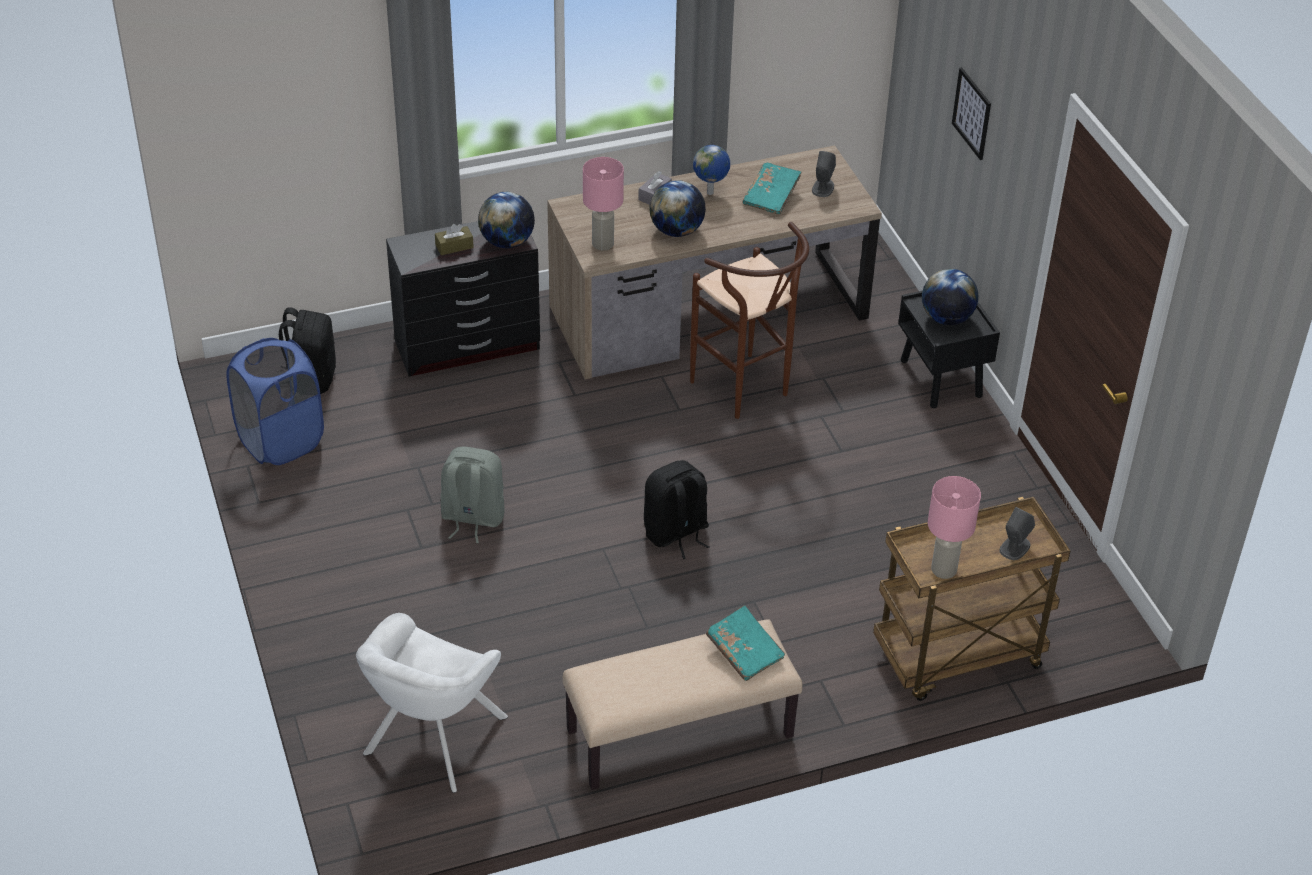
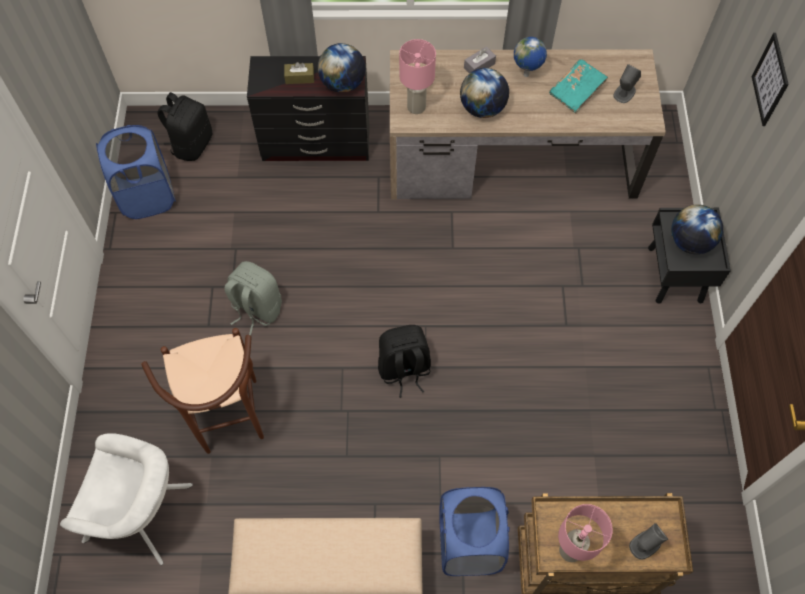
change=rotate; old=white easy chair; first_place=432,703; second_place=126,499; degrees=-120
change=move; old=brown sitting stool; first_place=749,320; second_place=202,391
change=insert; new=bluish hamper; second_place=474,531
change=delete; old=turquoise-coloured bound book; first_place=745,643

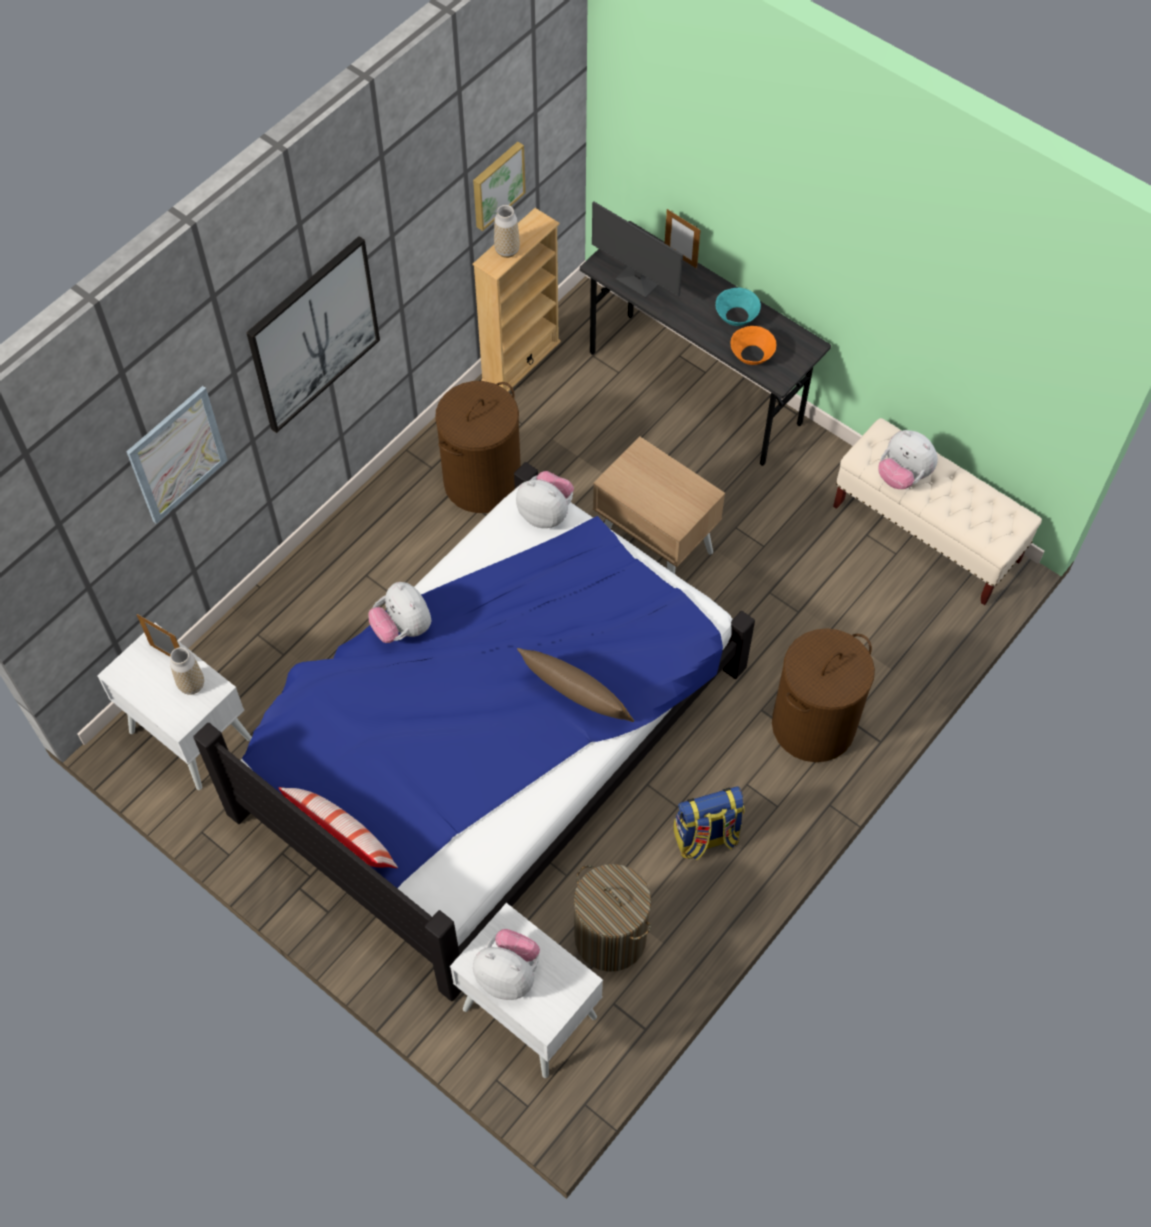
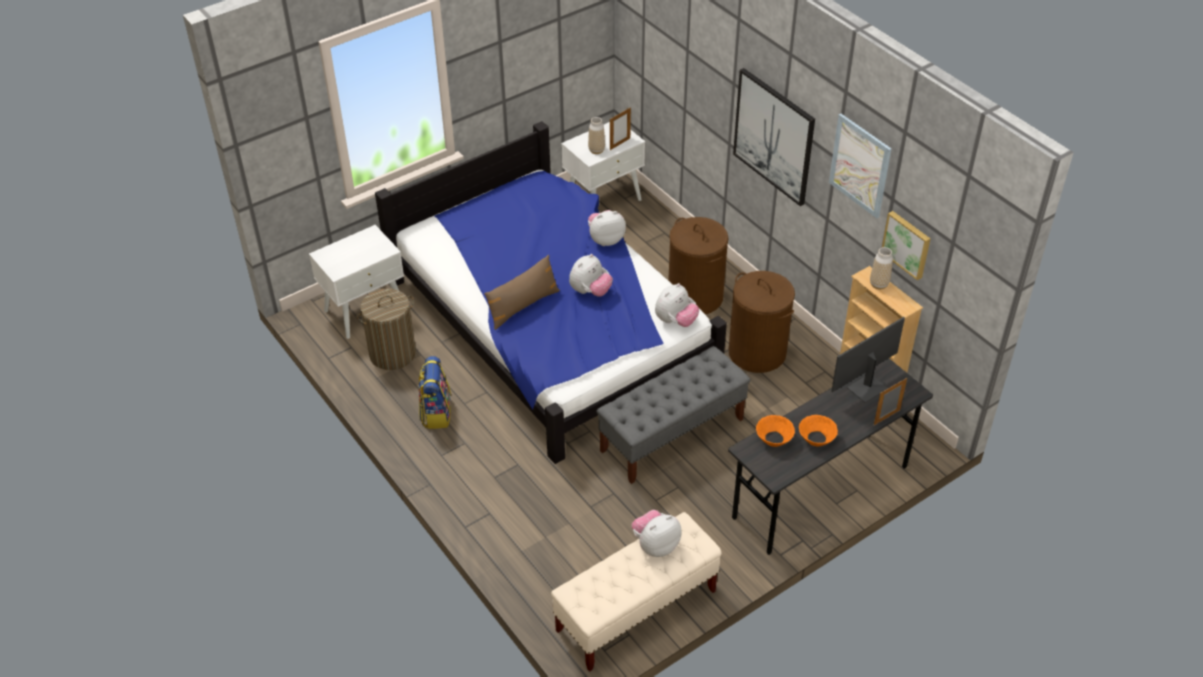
change=move; old=plush toy; first_place=506,964; second_place=591,275
change=replace; old=sand-coloured nightstand; new=gray indoor bench; first_place=659,505; second_place=673,415
change=move; old=brown hamper; first_place=823,695; second_place=698,266
change=recolor; old=turquoise-coloured deep dish; new=orange deep dish; first_place=738,307; second_place=818,430
change=move; old=wall art; first_place=177,455; second_place=860,166
change=delete; old=throw pillow; first_place=338,827

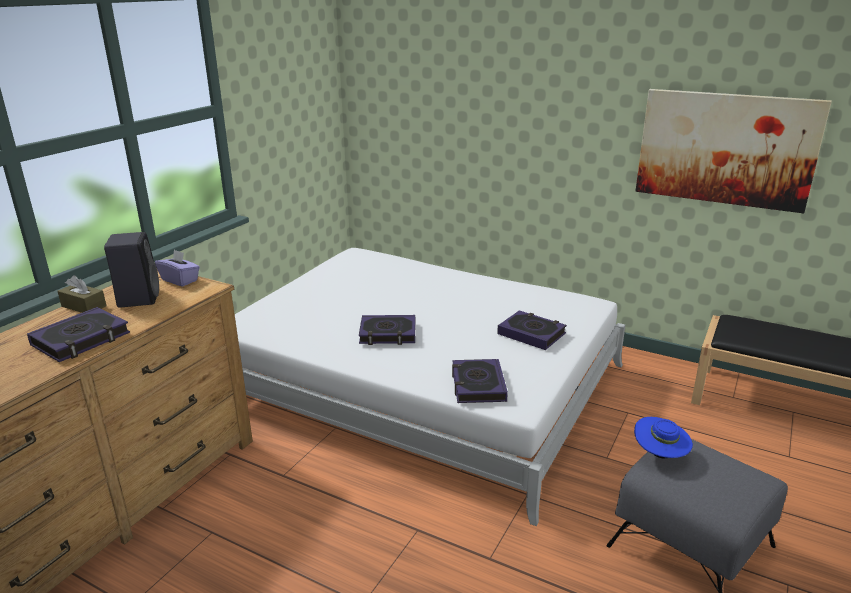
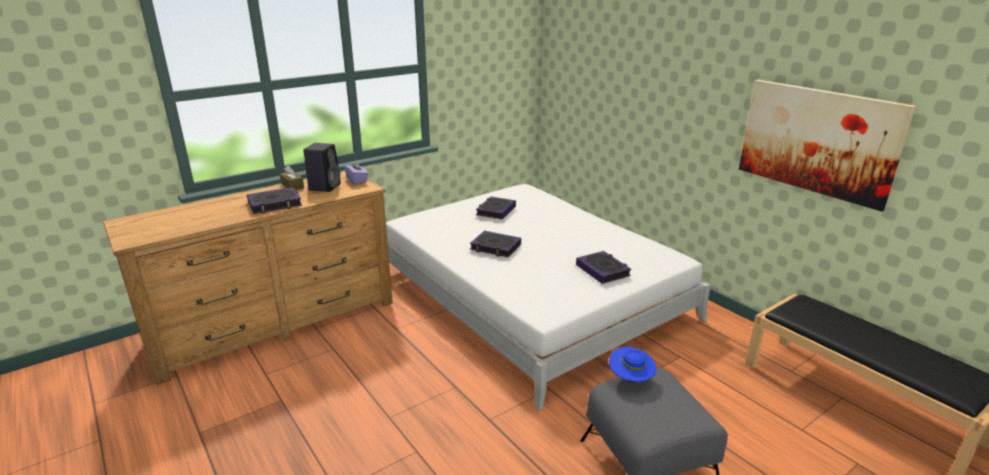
change=move; old=bound book; first_place=480,381; second_place=496,208

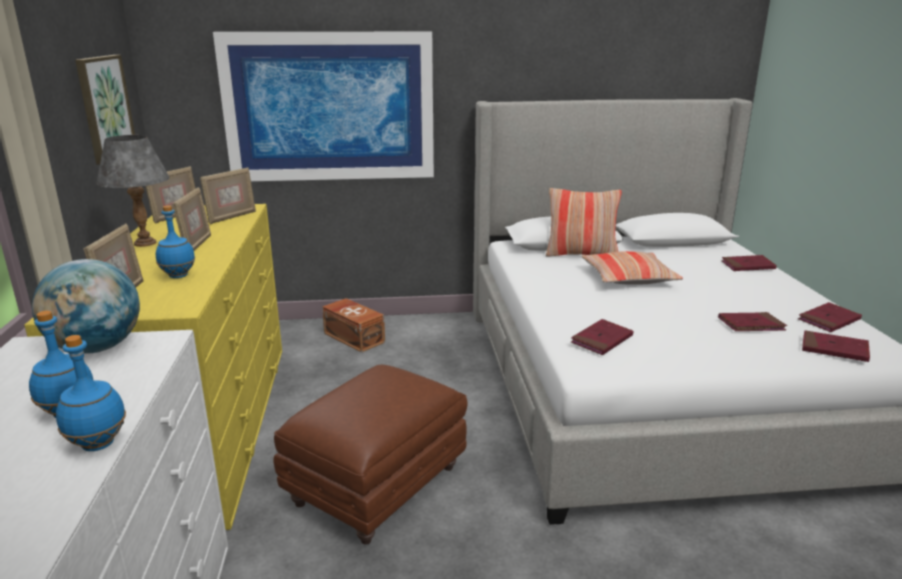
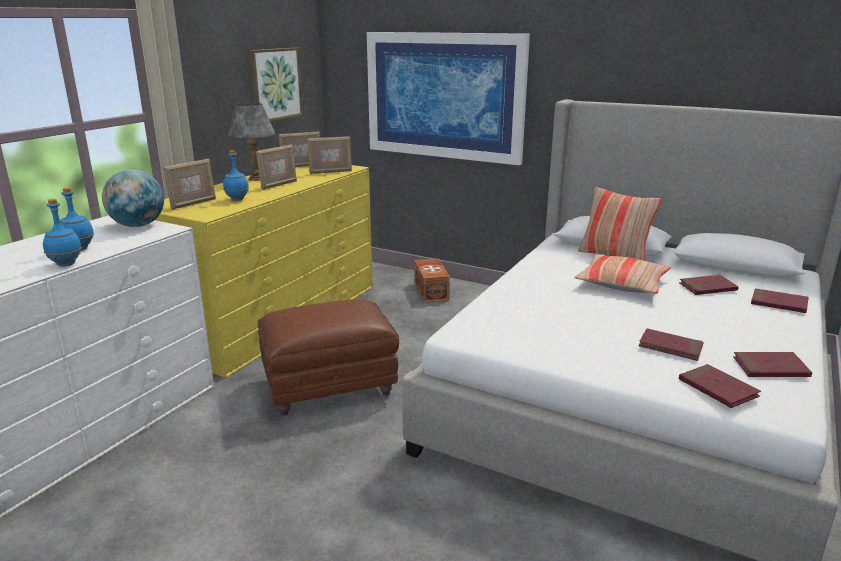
change=move; old=red bound book; first_place=602,337; second_place=709,285

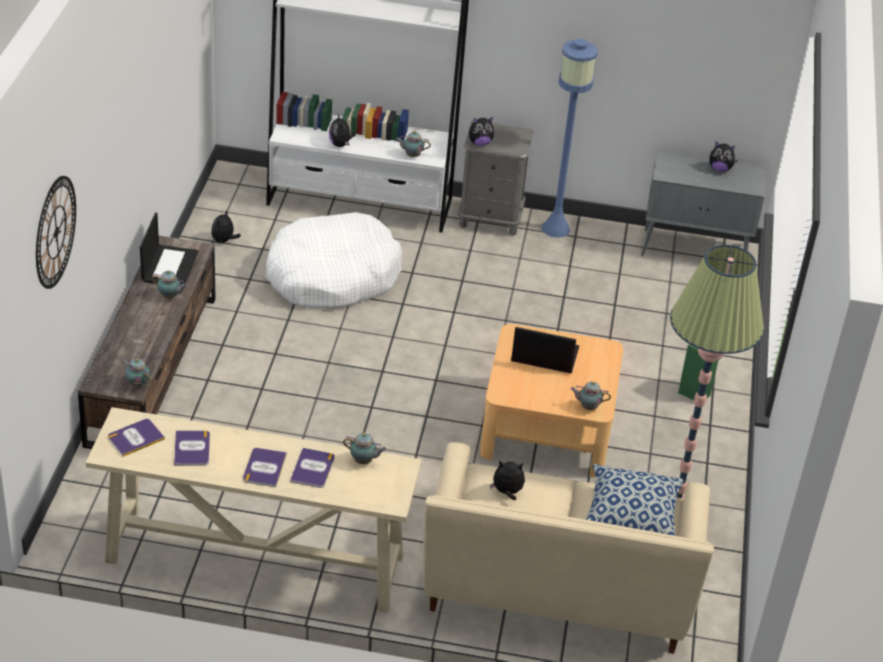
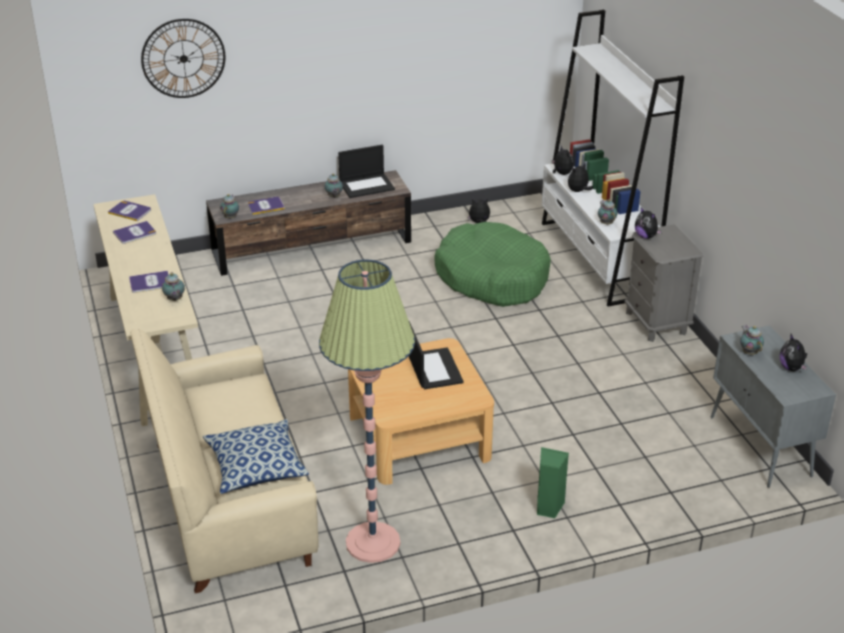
change=move; old=bound book; first_place=265,467; second_place=266,206
change=recolor; old=white dog cushion; new=green dog cushion; first_place=334,260; second_place=492,264
change=move; old=plush toy; first_place=507,480; second_place=562,160
change=move; old=tea pot; first_place=591,395; second_place=752,340
change=delete; old=bluish standing lamp; first_place=570,138

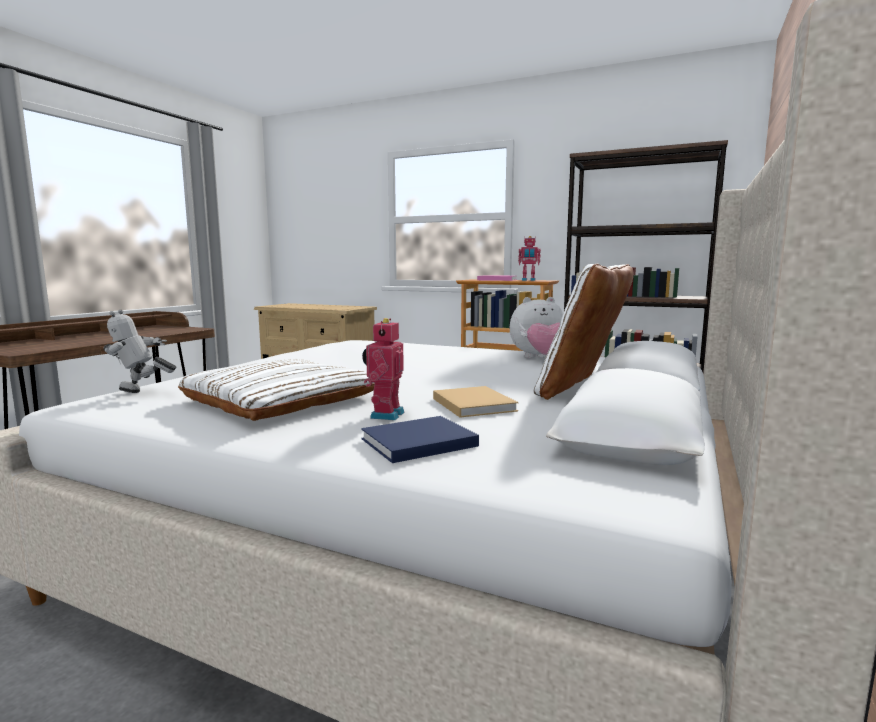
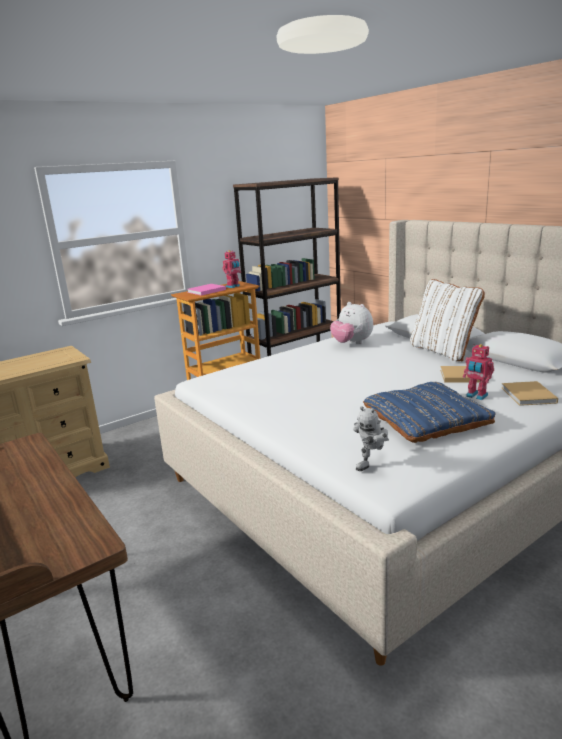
change=rotate; old=plush toy; first_place=536,327; second_place=351,323; degrees=120
change=recolor; old=white throw pillow; new=bluish throw pillow; first_place=276,390; second_place=429,412
change=recolor; old=bluish bound book; new=sand-coloured bound book; first_place=420,439; second_place=530,393

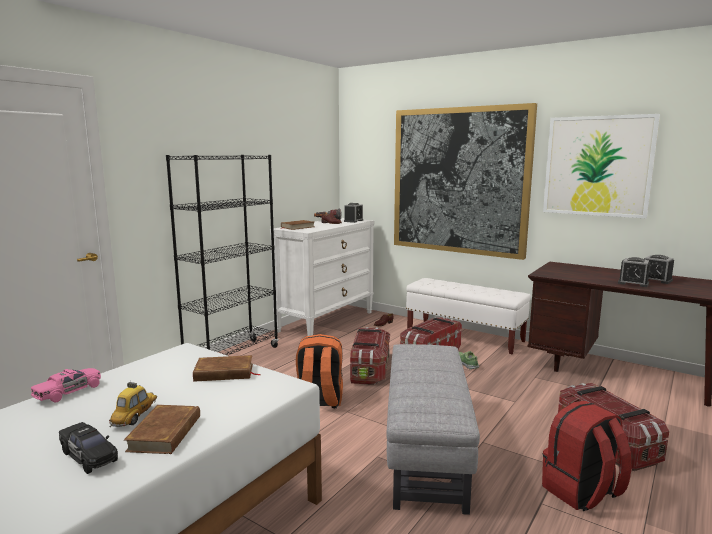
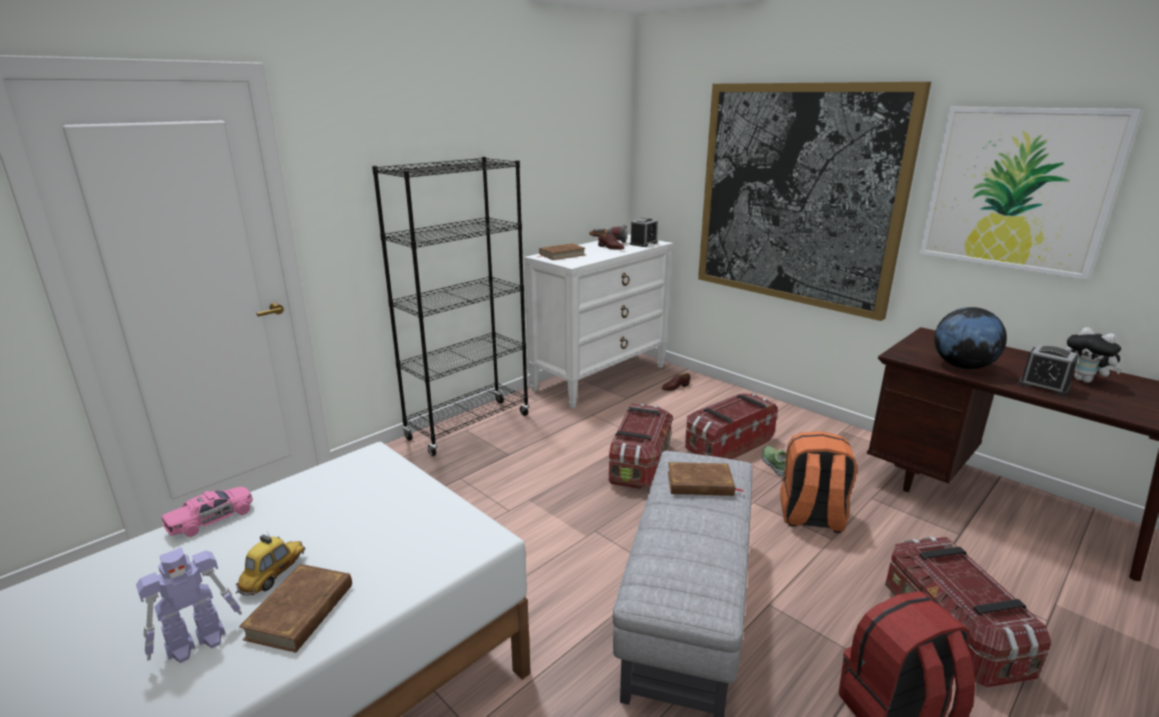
change=replace; old=black model car; new=robot figure; first_place=88,448; second_place=189,605
change=move; old=brown bound book; first_place=226,368; second_place=706,479
change=move; old=orange rucksack; first_place=319,371; second_place=818,482
change=insert; new=globe; second_place=970,338
change=replace; old=alarm clock; new=plush toy; first_place=659,269; second_place=1094,355
change=delete; old=white indoor bench; first_place=468,316

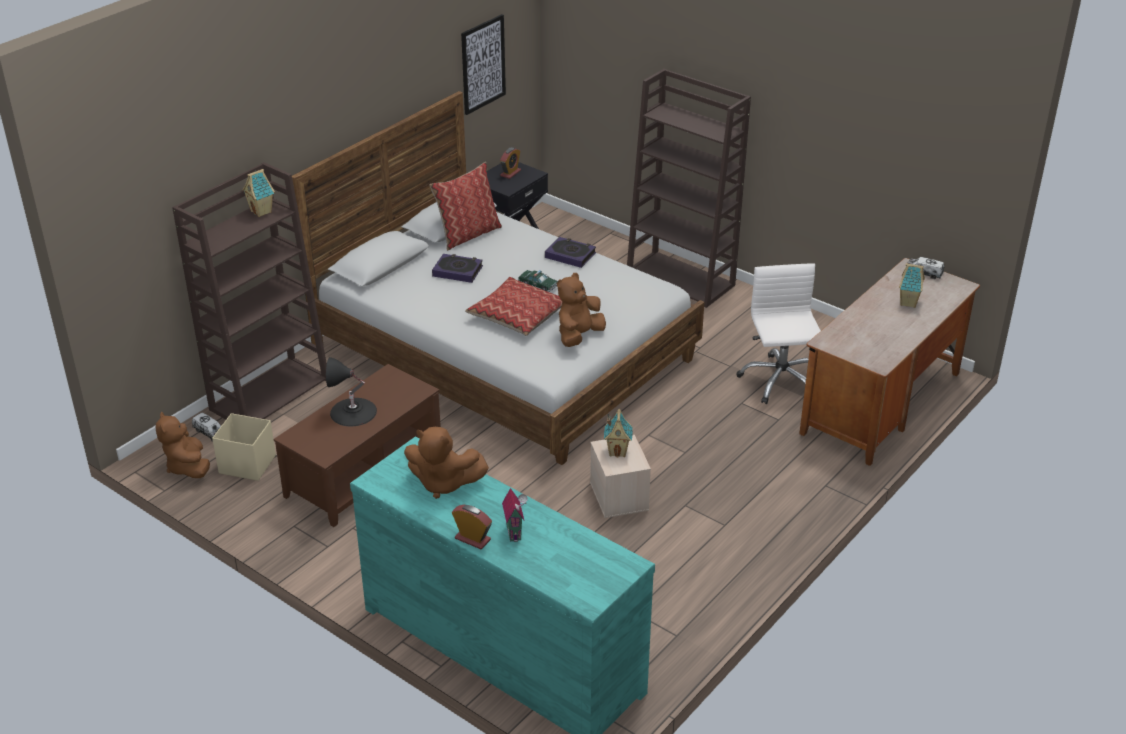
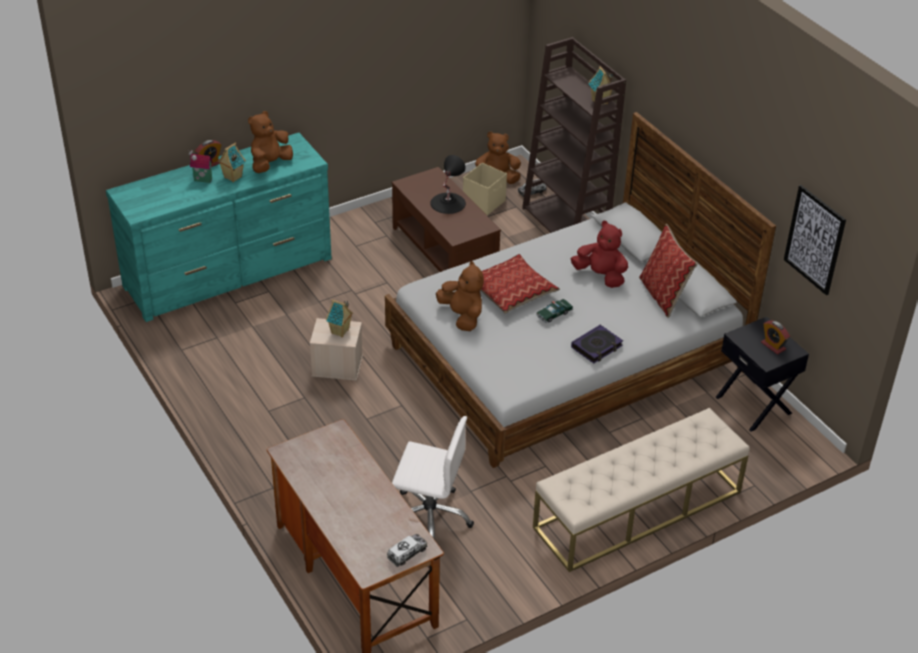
change=move; old=model house; first_place=912,285; second_place=231,162
change=replace; old=brown bookcase; new=sand-coloured indoor bench; first_place=689,188; second_place=641,490
change=replace; old=bound book; new=red plush toy; first_place=457,268; second_place=599,254

